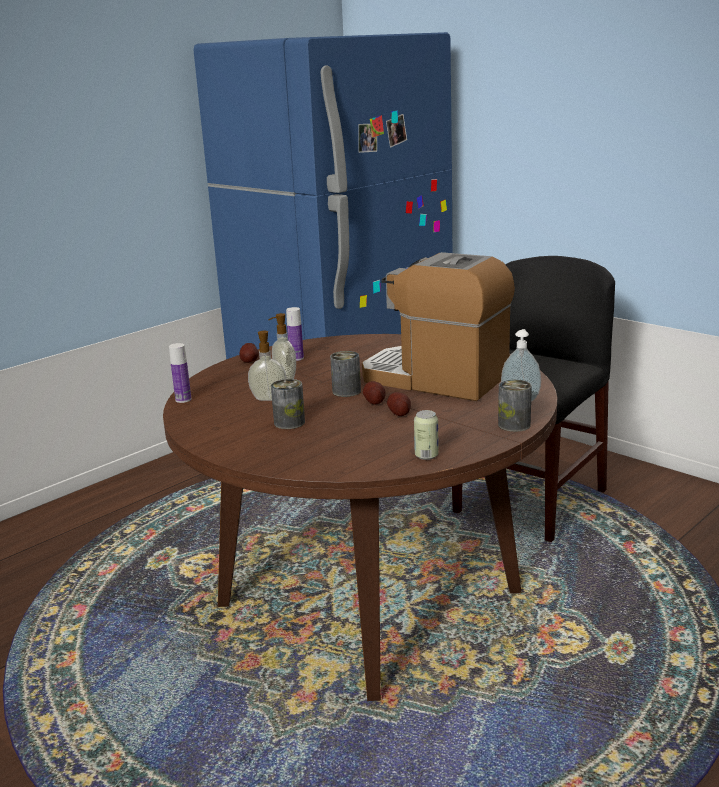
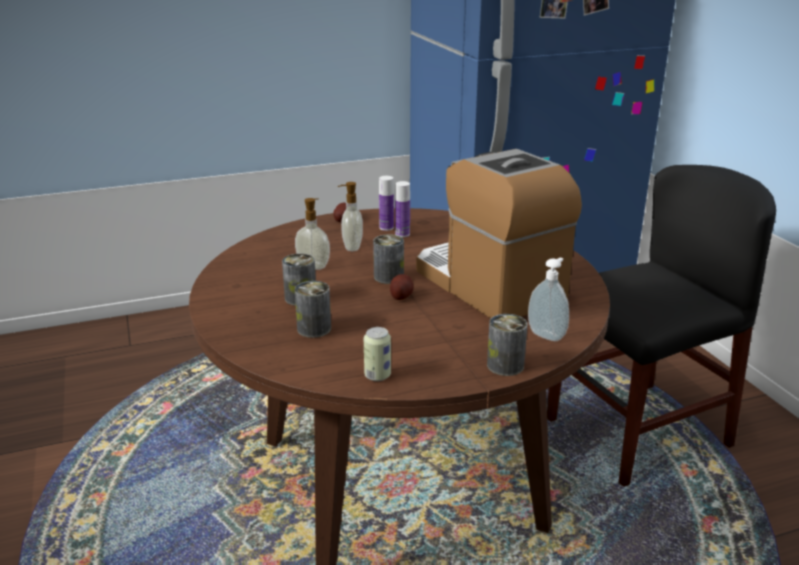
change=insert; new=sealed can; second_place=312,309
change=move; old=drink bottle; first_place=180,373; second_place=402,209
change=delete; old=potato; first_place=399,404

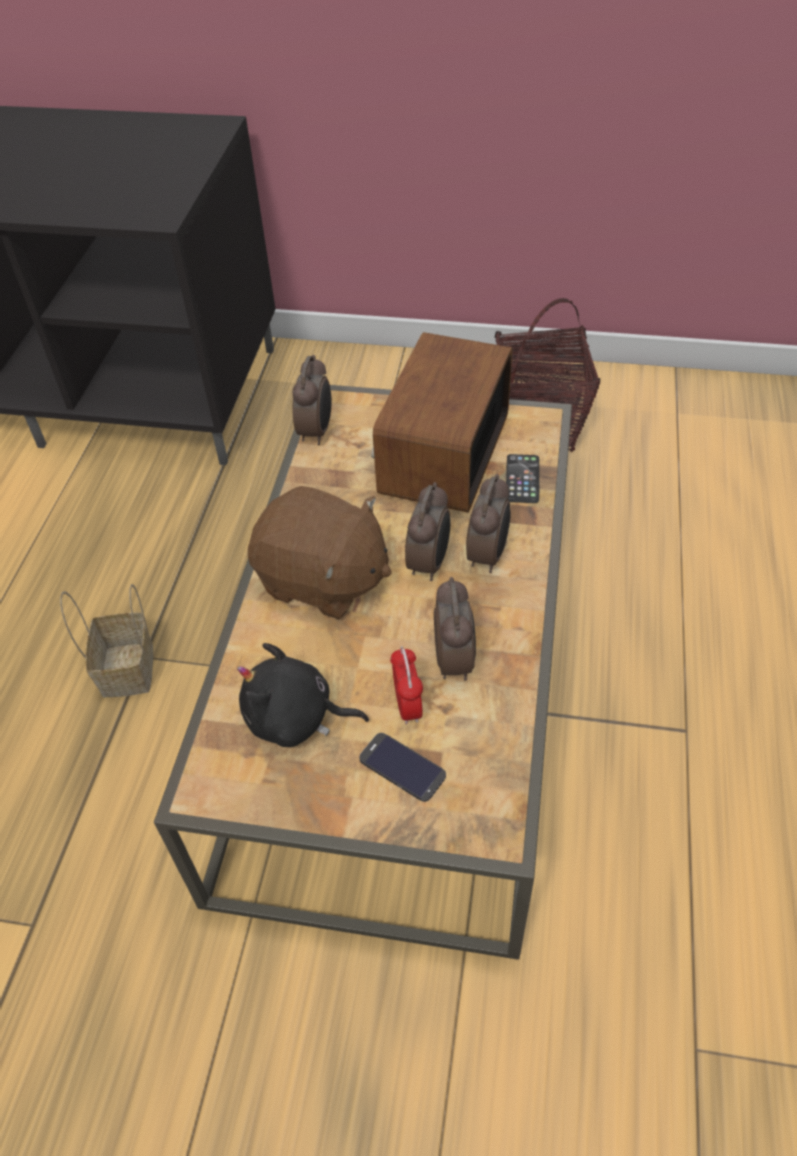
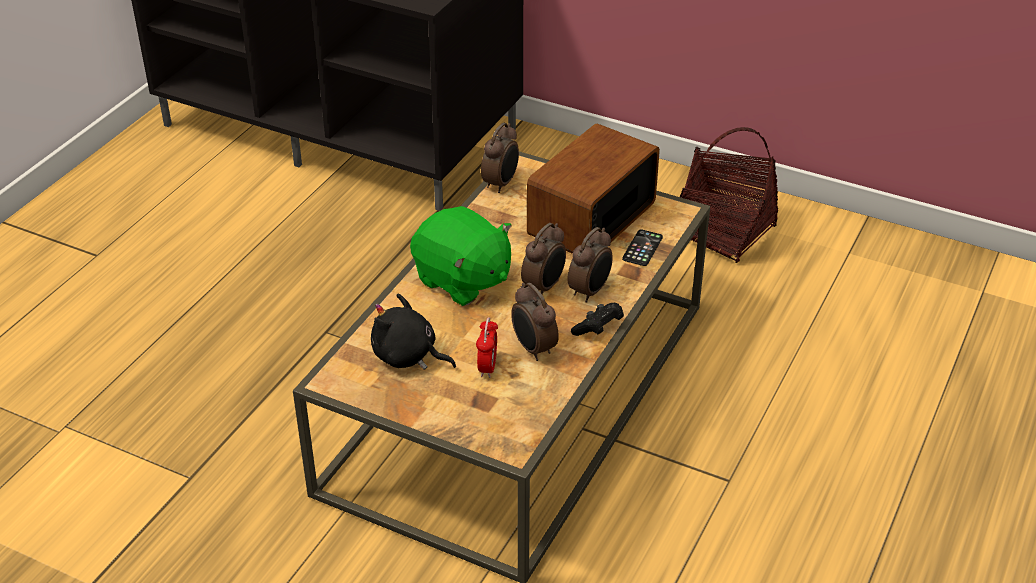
change=recolor; old=brown plush toy; new=green plush toy; first_place=320,552; second_place=461,256
change=rotate; old=alarm clock; first_place=455,629; second_place=535,322; degrees=135
change=insert; new=black gamepad; second_place=597,319
change=delete; old=household basket; first_place=106,640
change=delete; old=telephone; first_place=402,767

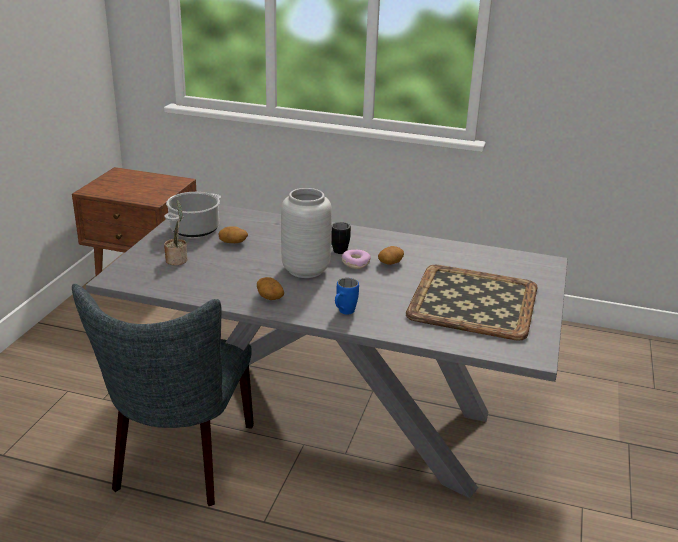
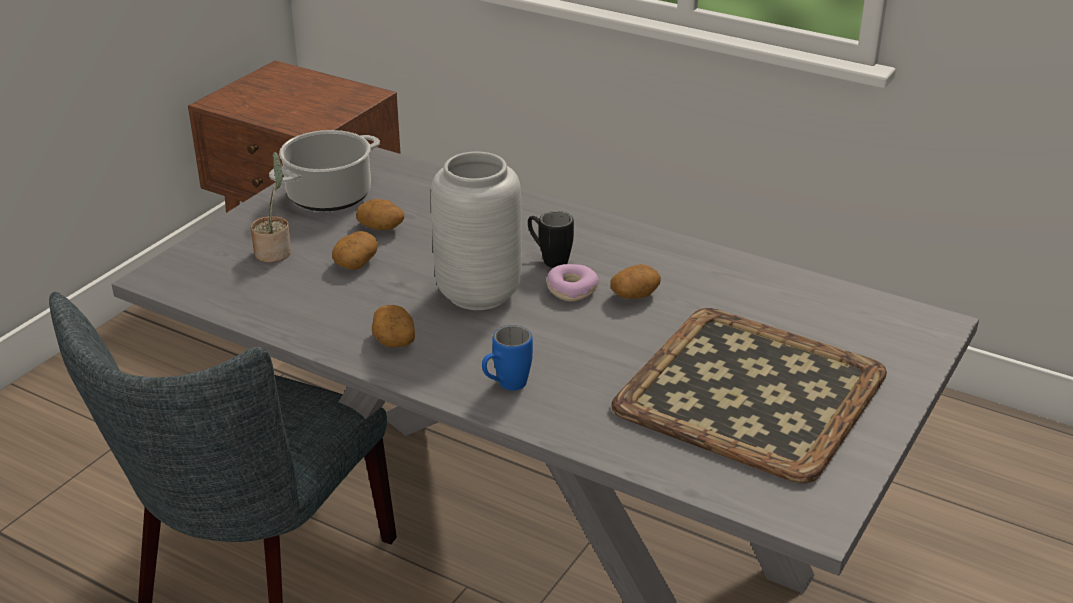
change=insert; new=potato; second_place=355,250

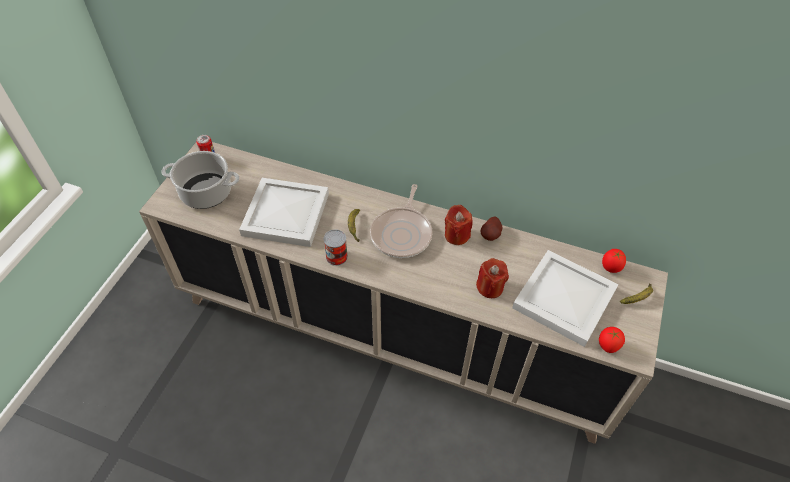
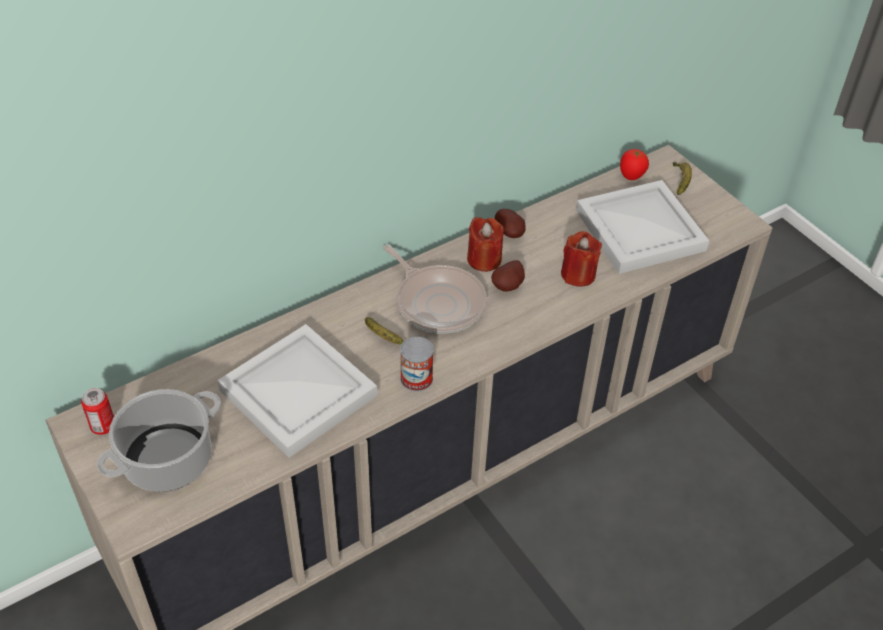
change=insert; new=potato; second_place=508,276
change=delete; old=whole tomato; first_place=612,340

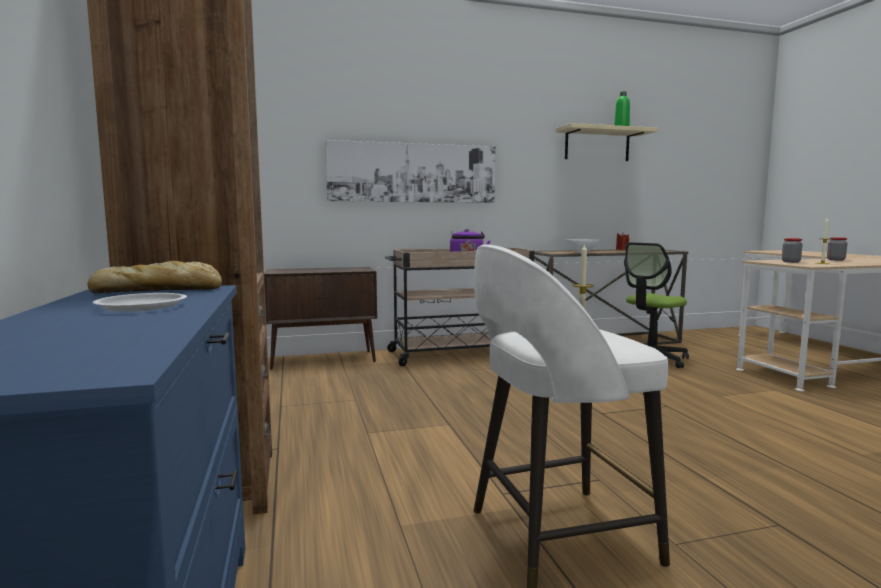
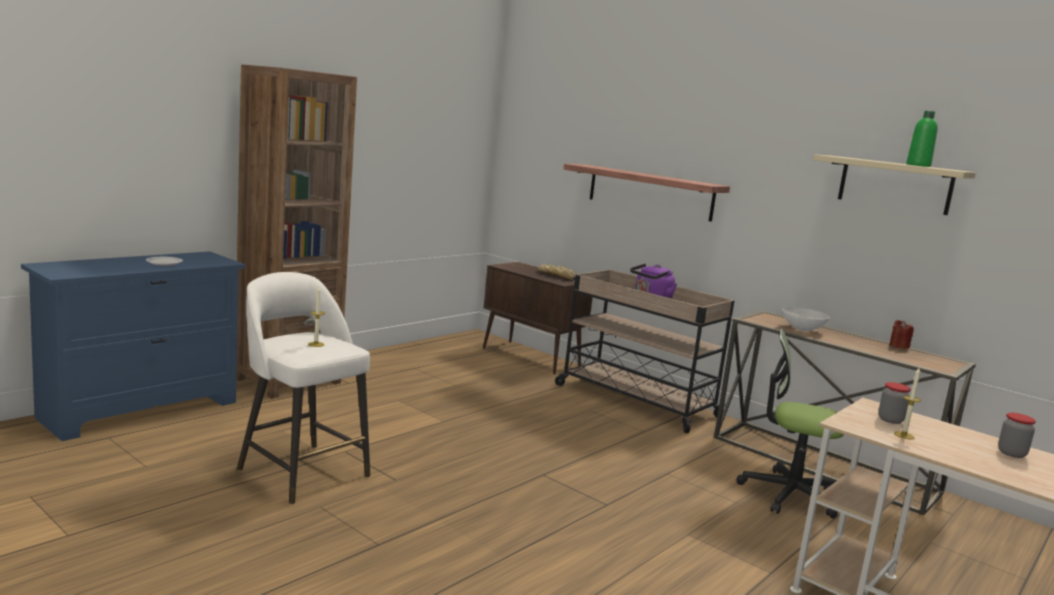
change=move; old=baked bread; first_place=154,277; second_place=556,272
change=replace; old=wall art; new=shelf; first_place=410,171; second_place=647,193

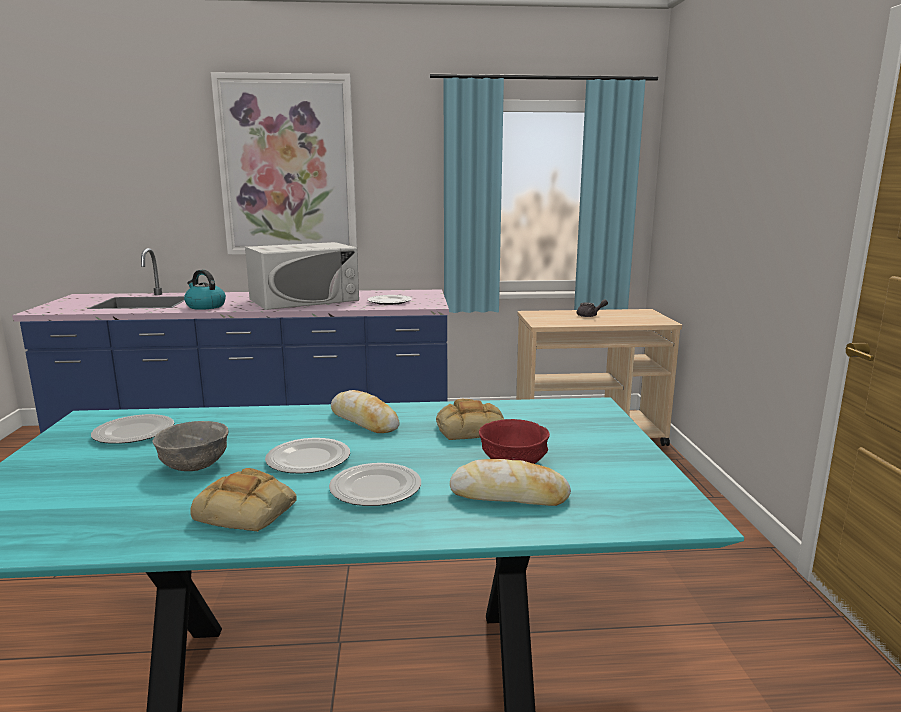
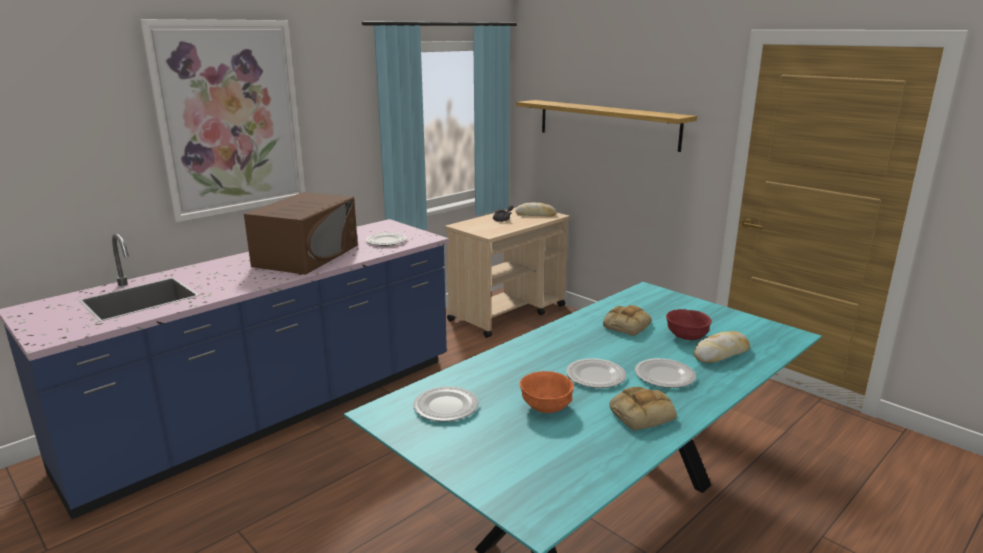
change=recolor; old=white kitchen microwave; new=brown kitchen microwave; first_place=302,276; second_place=301,233
change=move; old=baked bread; first_place=365,411; second_place=536,209
change=insert; new=shelf; second_place=606,126
change=recolor; old=gray deep dish; new=orange deep dish; first_place=190,446; second_place=547,392
change=delete; old=tea kettle; first_place=205,290

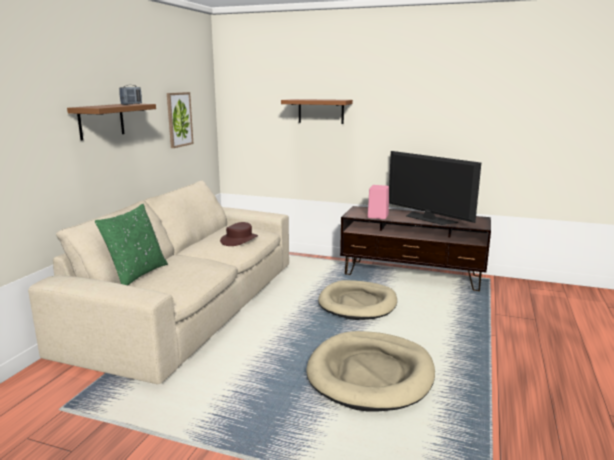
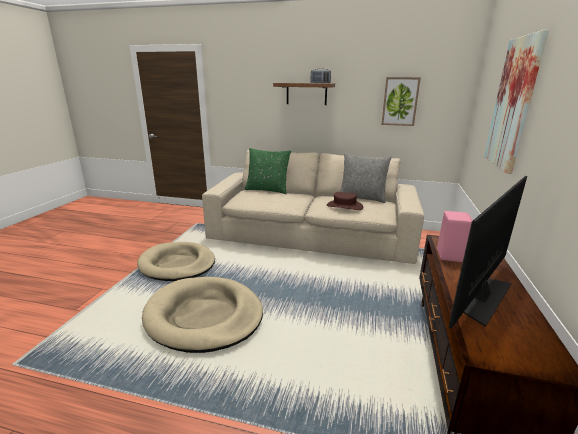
change=move; old=sand-coloured dog cushion; first_place=357,300; second_place=176,261
change=insert; new=gray throw pillow; second_place=366,178
change=replace; old=brown shelf; new=wall art; first_place=317,111; second_place=516,102

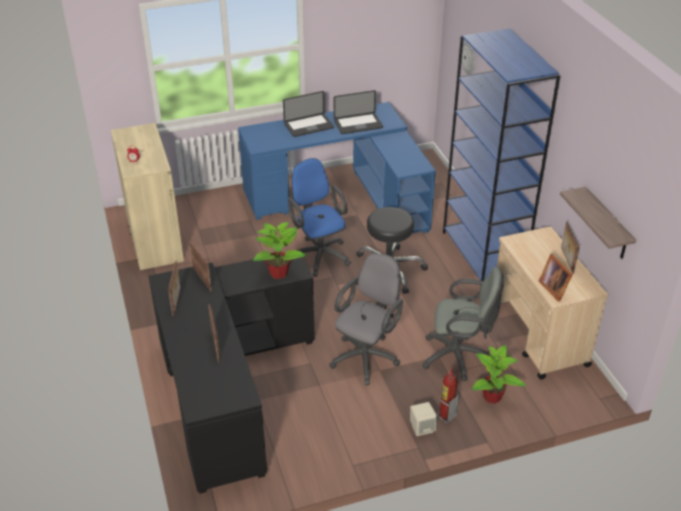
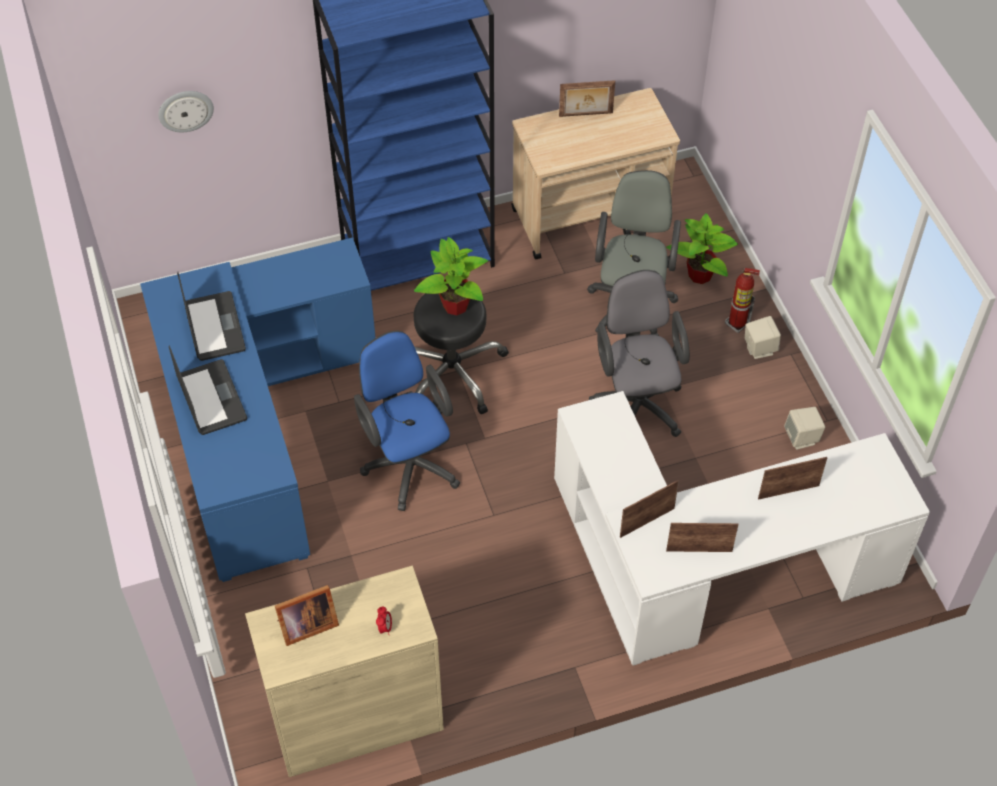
change=move; old=photo frame; first_place=556,278; second_place=307,615
change=rotate; old=bluish office chair; first_place=319,217; second_place=407,421; degrees=90
change=move; old=houseplant; first_place=279,250; second_place=451,276
change=recolor; old=black desk table; new=white desk table; first_place=231,372; second_place=742,528
change=rotate; old=gray office chair; first_place=366,319; second_place=639,353; degrees=45
change=insert; new=sand-coloured audio speaker; second_place=804,428
change=delete; old=shelf; first_place=598,223

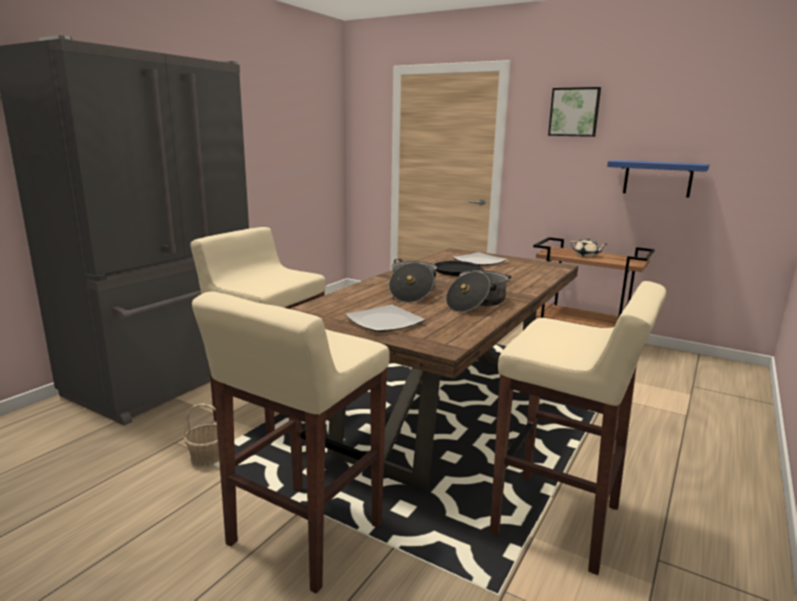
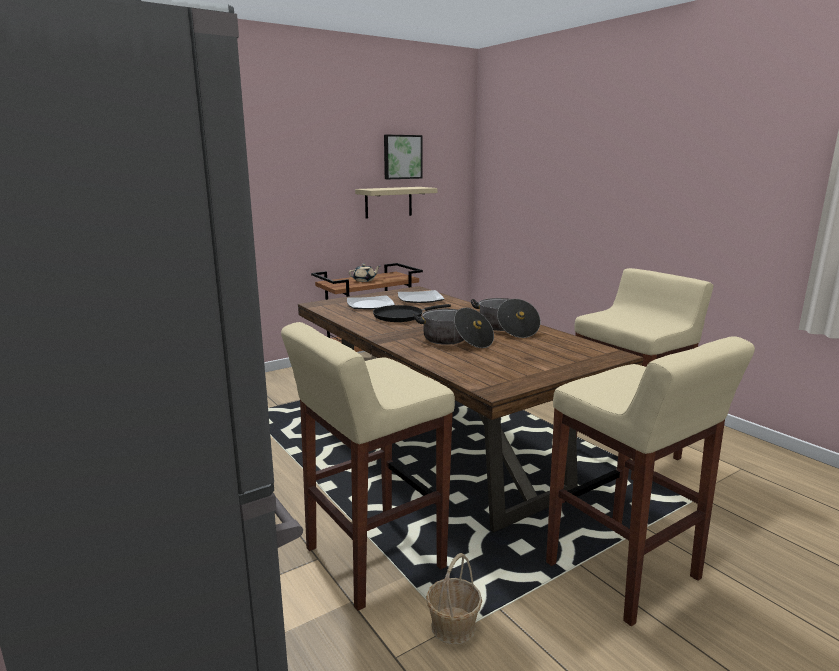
change=recolor; old=bluish shelf; new=sand-coloured shelf; first_place=658,179; second_place=396,203
change=move; old=wall art; first_place=574,112; second_place=403,157
change=move; old=flat dish; first_place=385,318; second_place=421,296

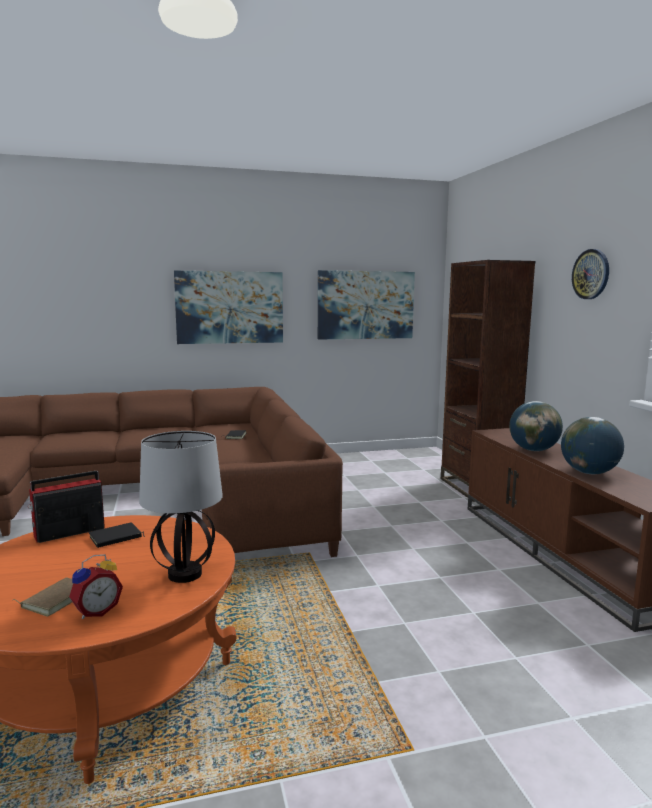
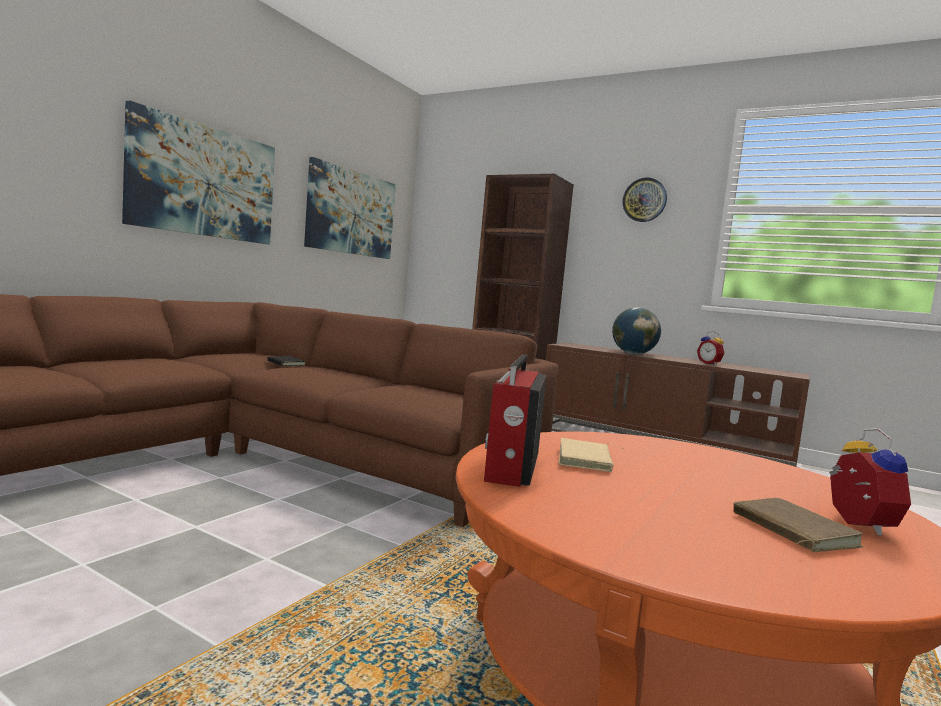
change=recolor; old=black bound book; new=sand-coloured bound book; first_place=117,535; second_place=590,455
change=replace; old=globe; new=alarm clock; first_place=592,445; second_place=711,348
change=delete; old=tabletop lamp; first_place=181,507

